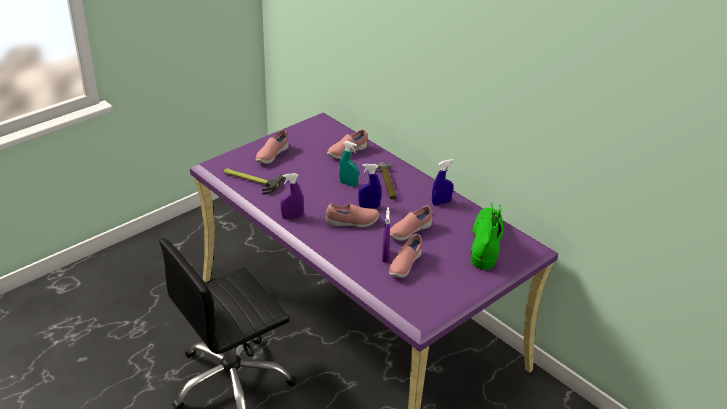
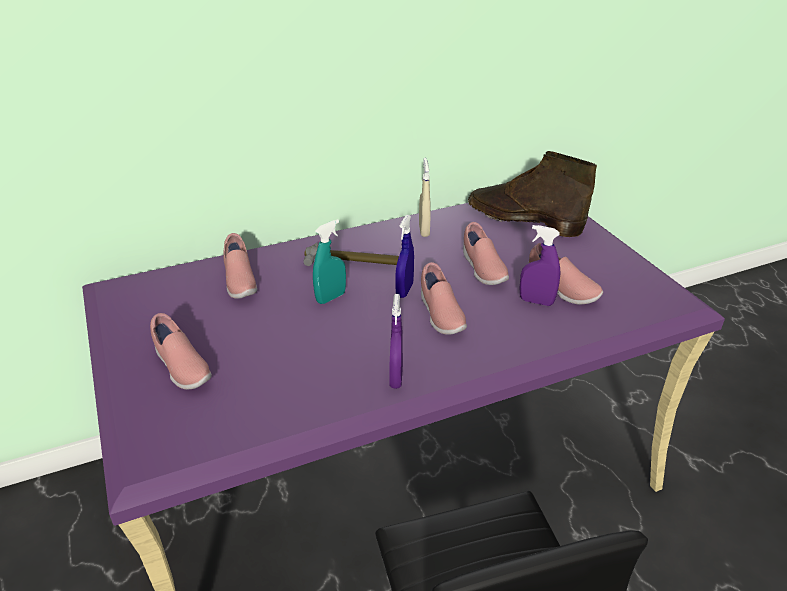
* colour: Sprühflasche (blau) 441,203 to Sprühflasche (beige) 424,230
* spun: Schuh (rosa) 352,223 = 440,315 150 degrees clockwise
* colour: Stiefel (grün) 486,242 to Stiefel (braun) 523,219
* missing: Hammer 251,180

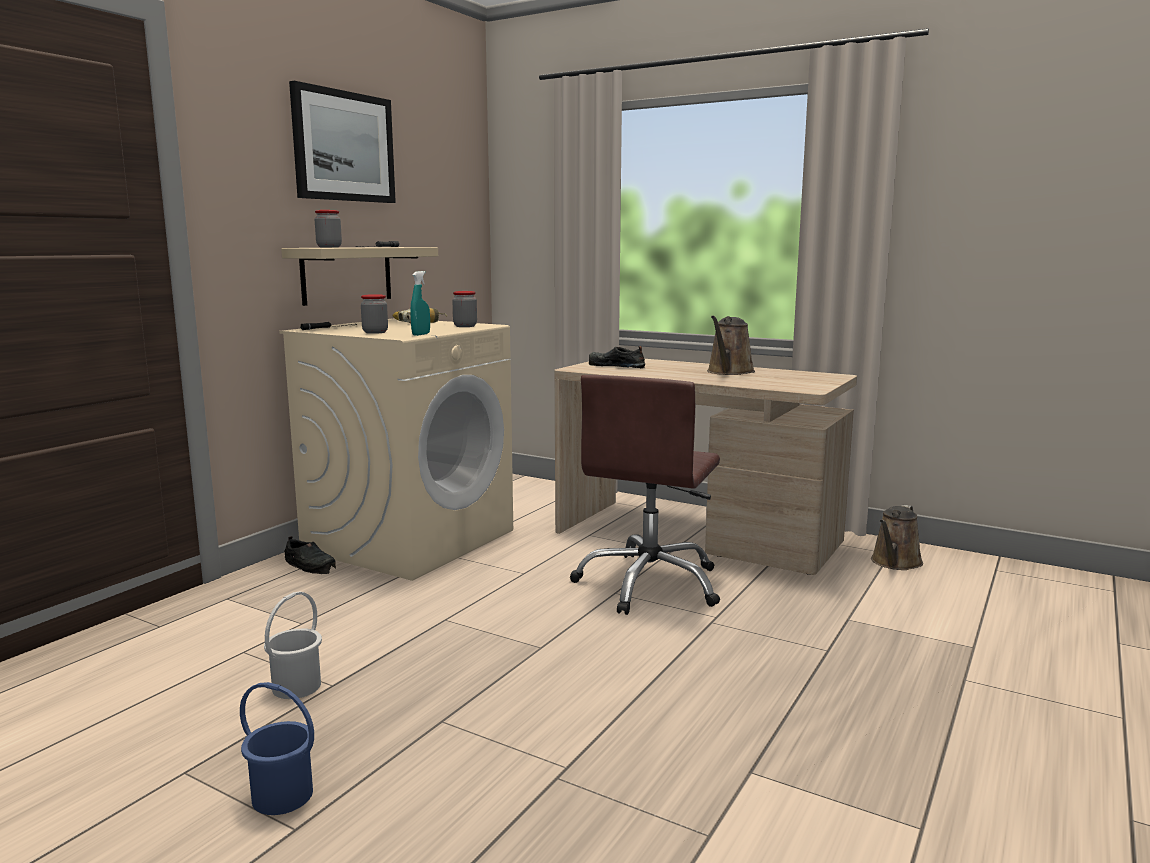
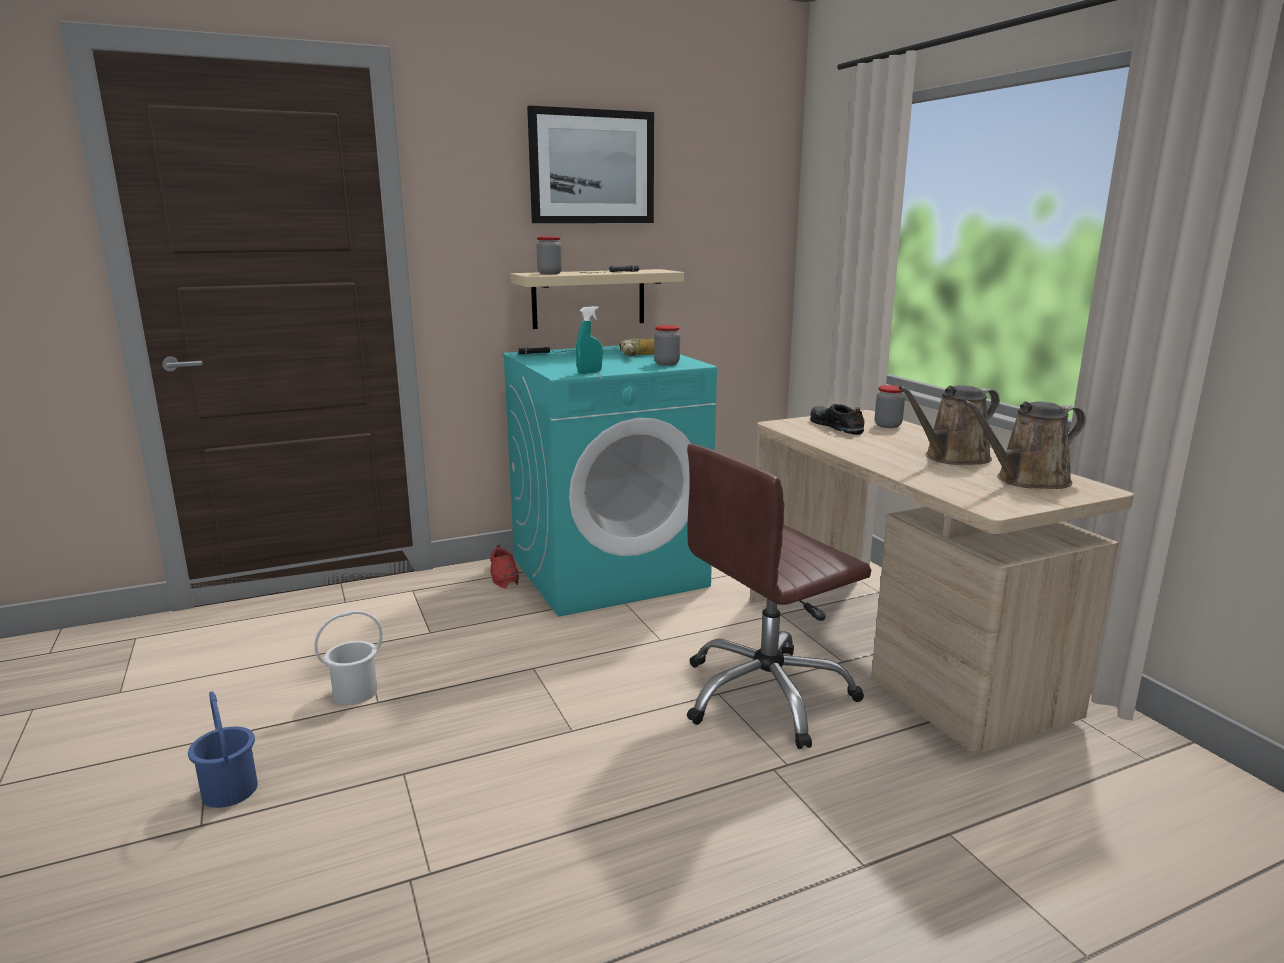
* colour: Schuh (schwarz) 310,565 to Schuh (rot) 504,575
* colour: Waschmaschine (beige) 410,540 to Waschmaschine (türkis) 609,571
* relocated: Vorratsglas 375,332 to 888,425
* relocated: Gießkanne (braun) 895,563 to 1027,480

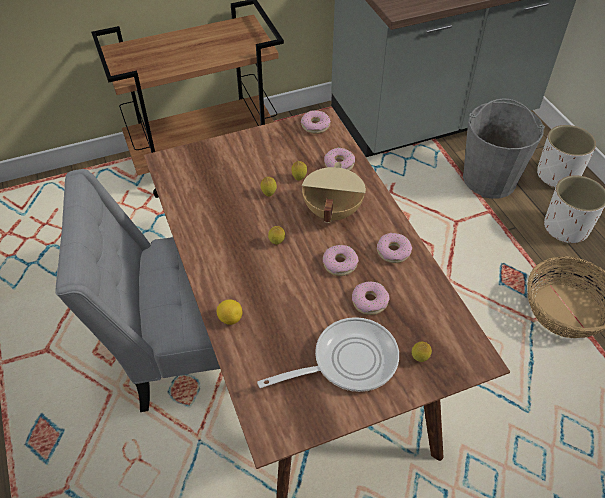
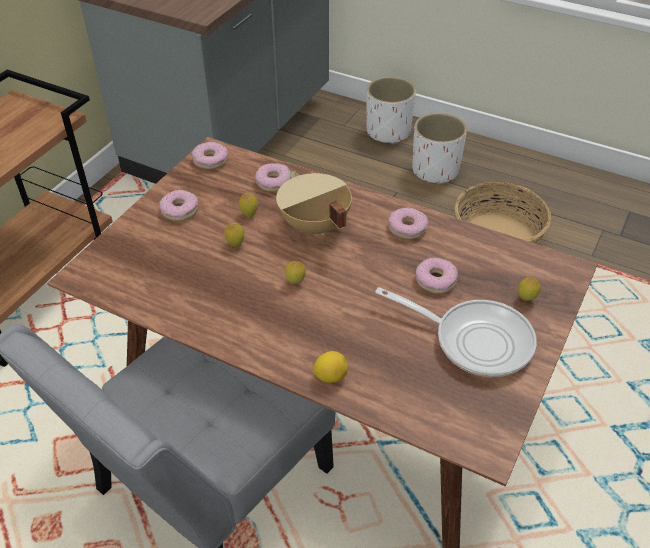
* relocated: Donut 340,264 to 180,210
* spun: Pfanne 348,361 = 475,340 90 degrees clockwise
* missing: Eimer (grau) 489,179

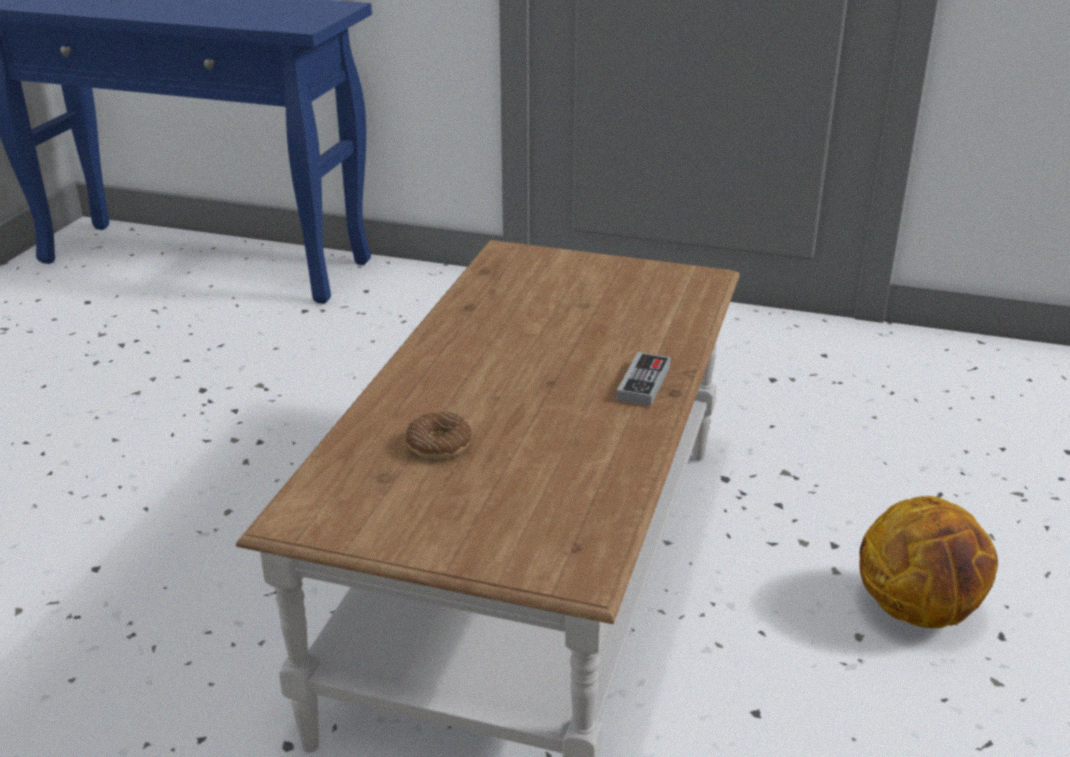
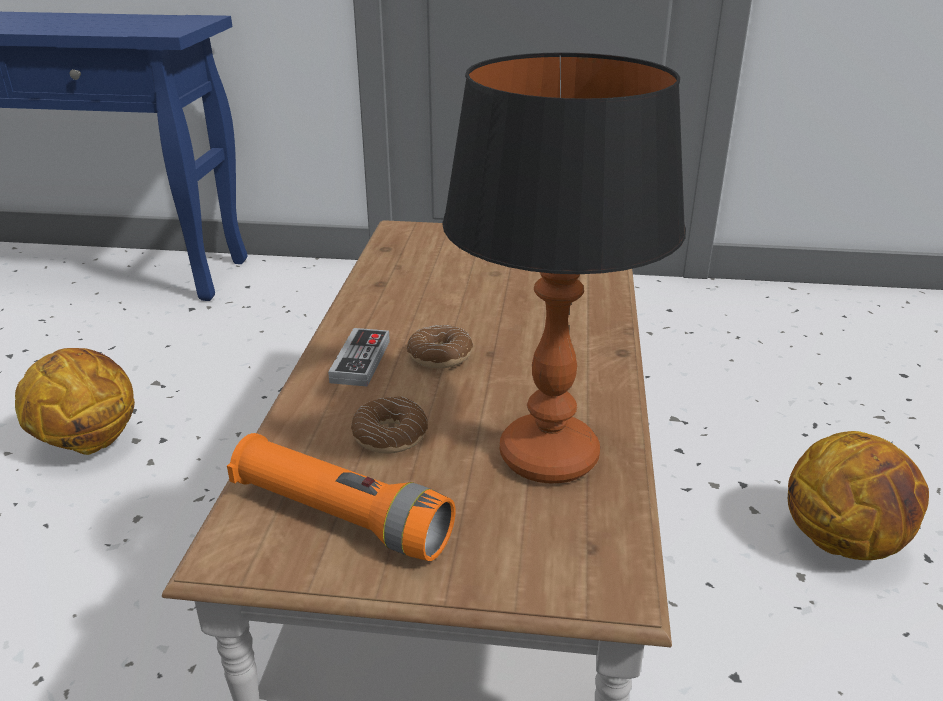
* appeared: Basketball 88,442
* appeared: Taschenlampe (orange) 341,517
* relocated: Gamepad 643,383 to 360,361
* appeared: Donut 440,356
* appeared: Tischlampe 548,456

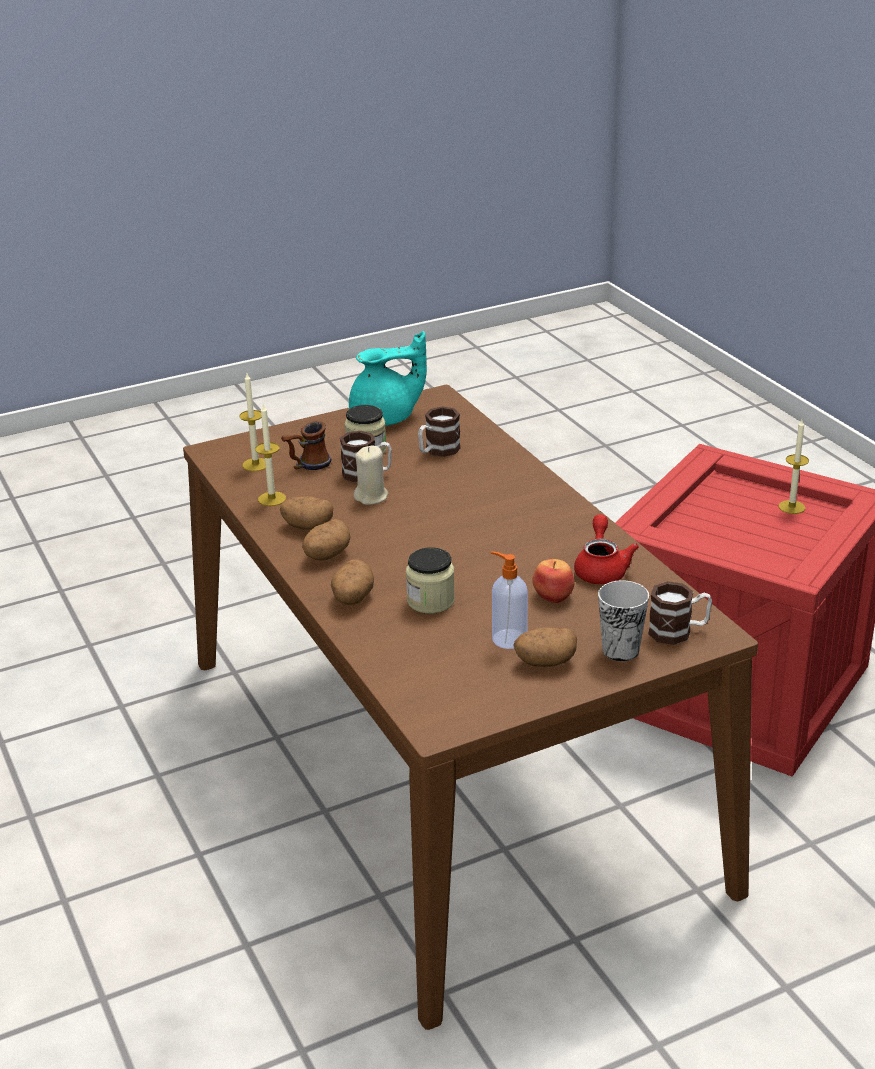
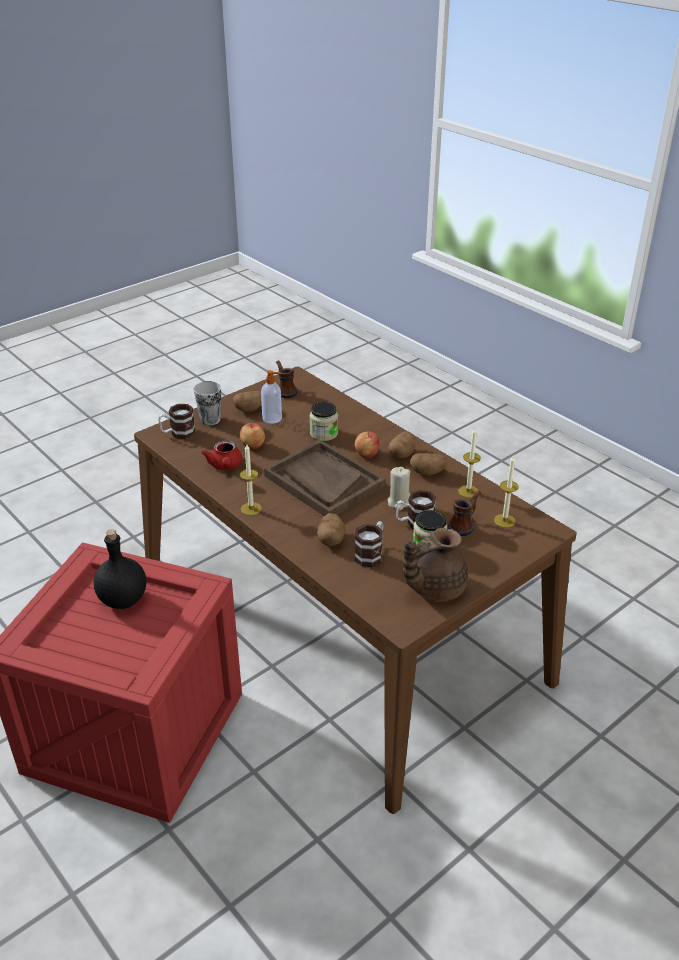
* appeared: Flasche (schwarz) 124,599
* relocated: Kerze 791,507 to 251,508
* appeared: Tablett (braun) 323,481
* appeared: Henkelbecher 284,390
* relocated: Kartoffel 352,598 to 331,539
* appeared: Apfel 366,454
* colour: Teekanne (türkis) 386,418 to Teekanne (braun) 434,588

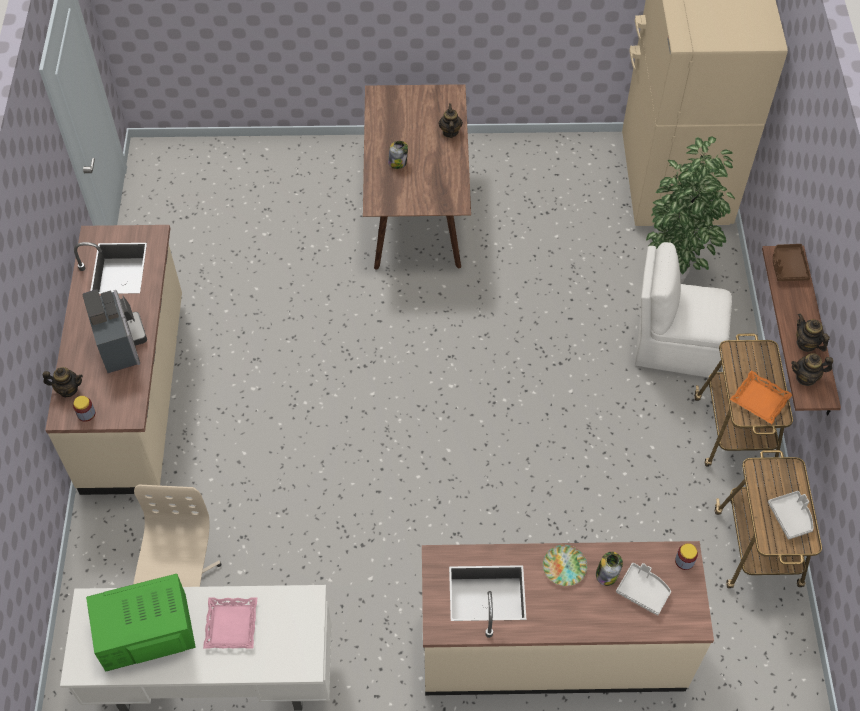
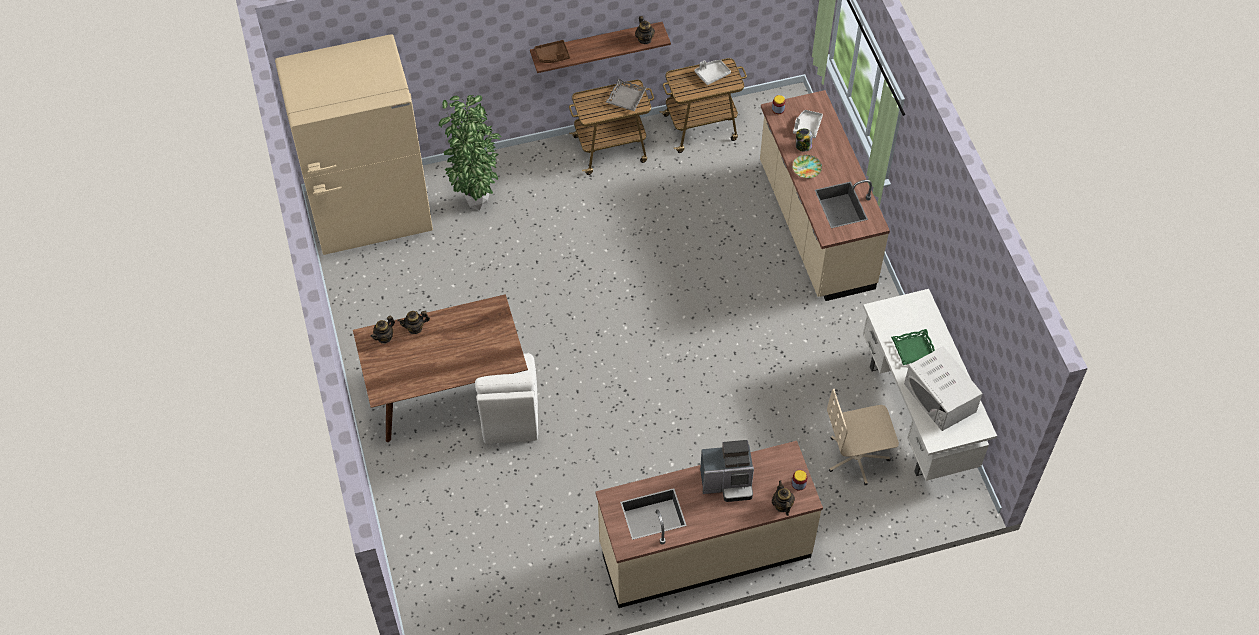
* relocated: Teekanne 806,344 to 384,337
* relocated: Stuhl (weiß) 674,346 to 509,414
* colour: Tablett (orange) 760,400 to Tablett (grau) 626,97
* spun: Kaffeemaschine 121,344 = 728,483 150 degrees counterclockwise
* colour: Tablett (rosa) 231,625 to Tablett (grün) 914,350
* colour: Mikrowelle (grün) 145,632 to Mikrowelle (weiß) 940,398
* missing: Vorratsglas 398,162

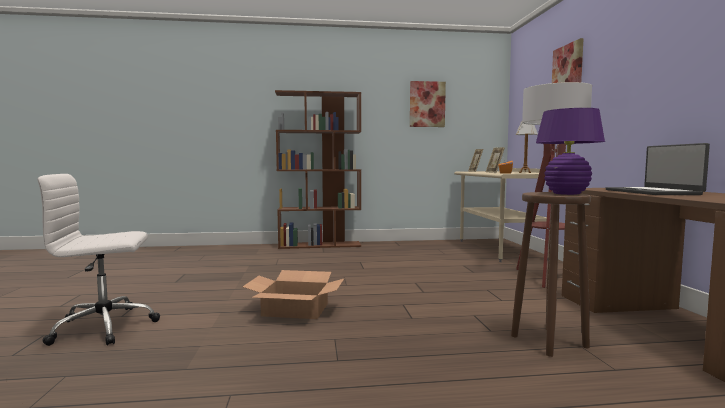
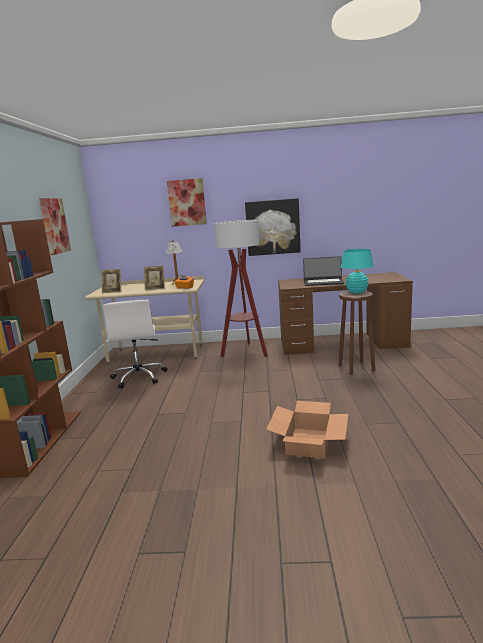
* relocated: Bürostuhl (weiß) 106,327 to 139,377
* appeared: Bild 273,227
* colour: Tischlampe (lila) 566,193 to Tischlampe (türkis) 356,292

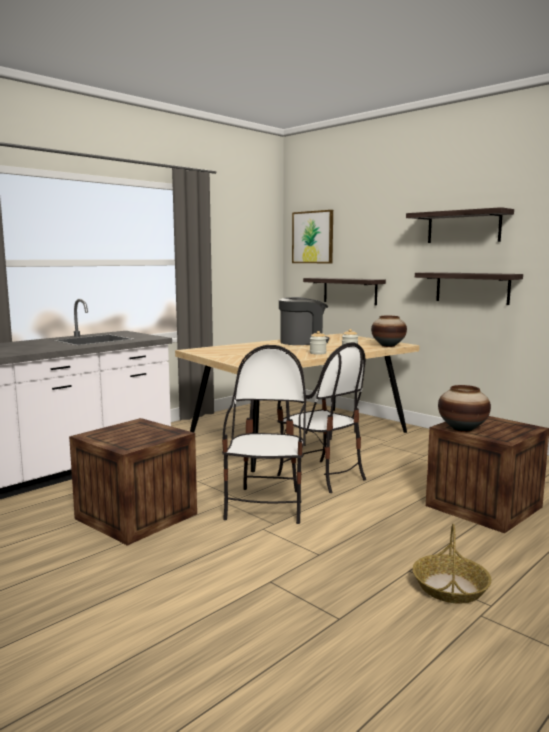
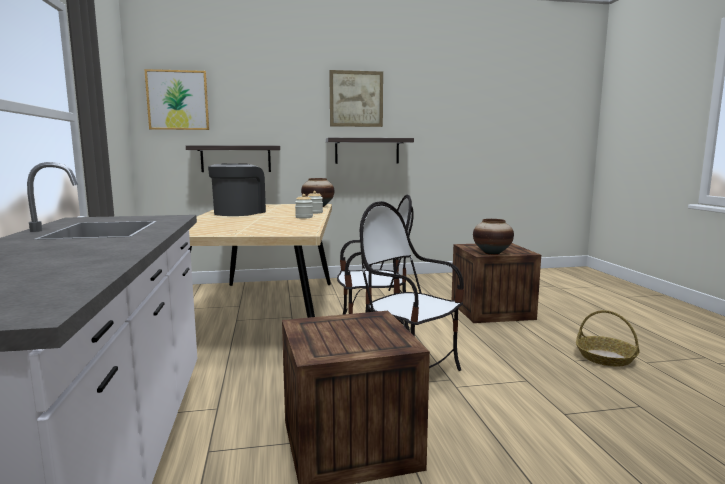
* exchanged: Wandregal 463,227 to Bild 356,99

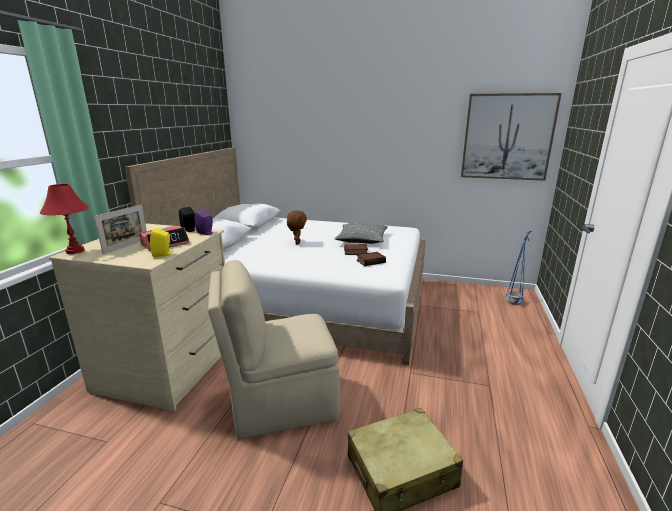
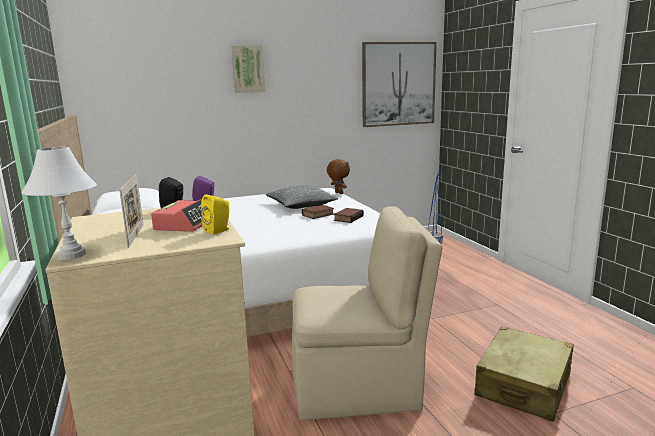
* colour: Tischlampe (rot) 75,251 to Tischlampe (weiß) 71,255
* appeared: Bild 248,69
* spun: Stuhl (beige) 280,403 = 359,388 135 degrees counterclockwise
* relocated: Plüschtier (braun) 297,243 to 338,193

